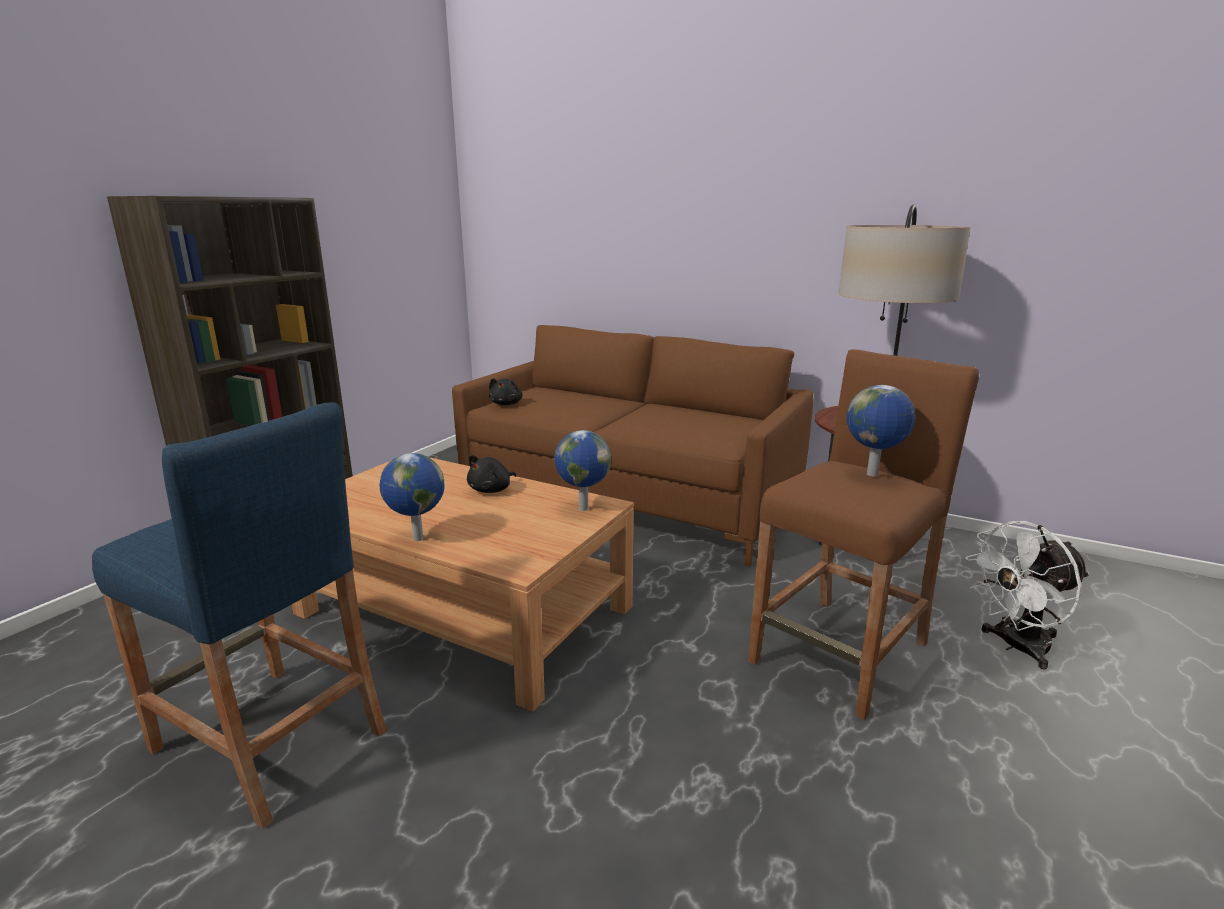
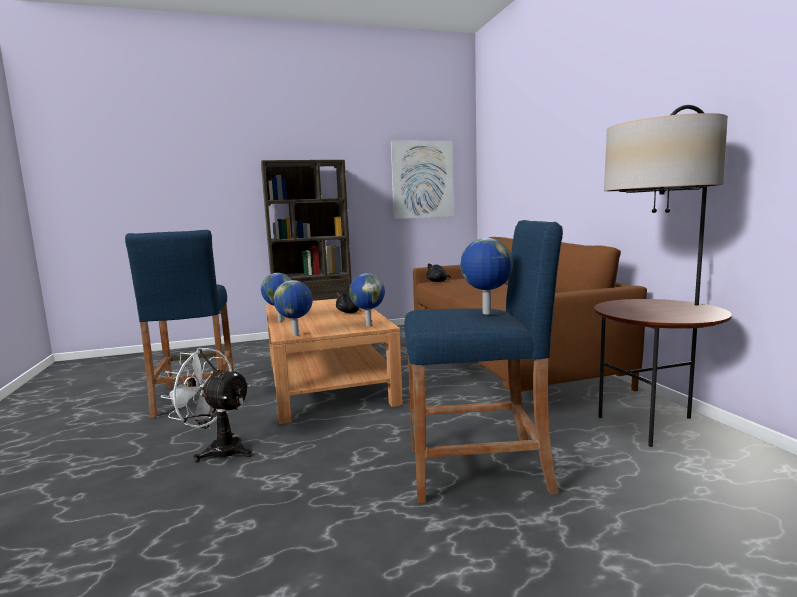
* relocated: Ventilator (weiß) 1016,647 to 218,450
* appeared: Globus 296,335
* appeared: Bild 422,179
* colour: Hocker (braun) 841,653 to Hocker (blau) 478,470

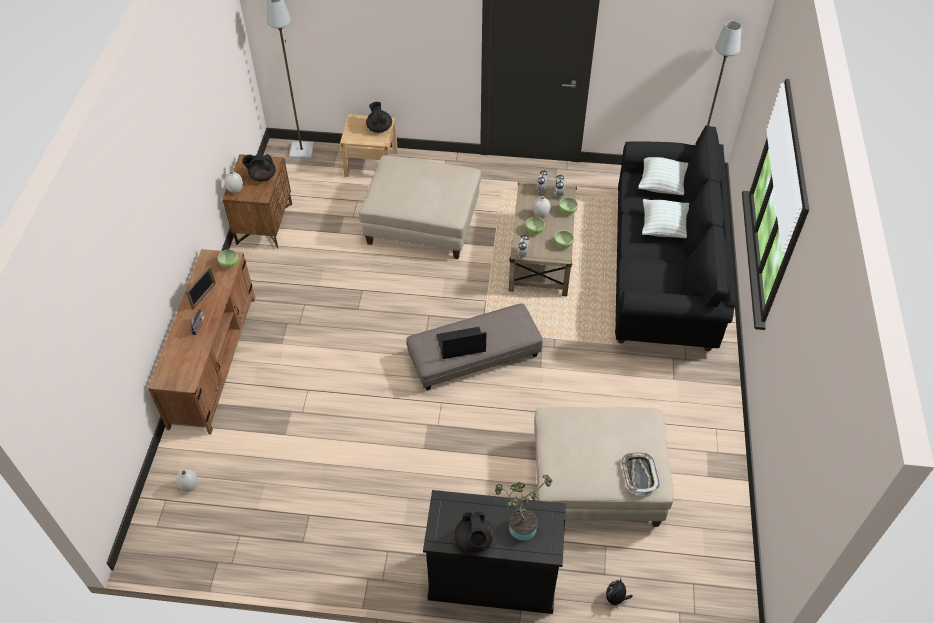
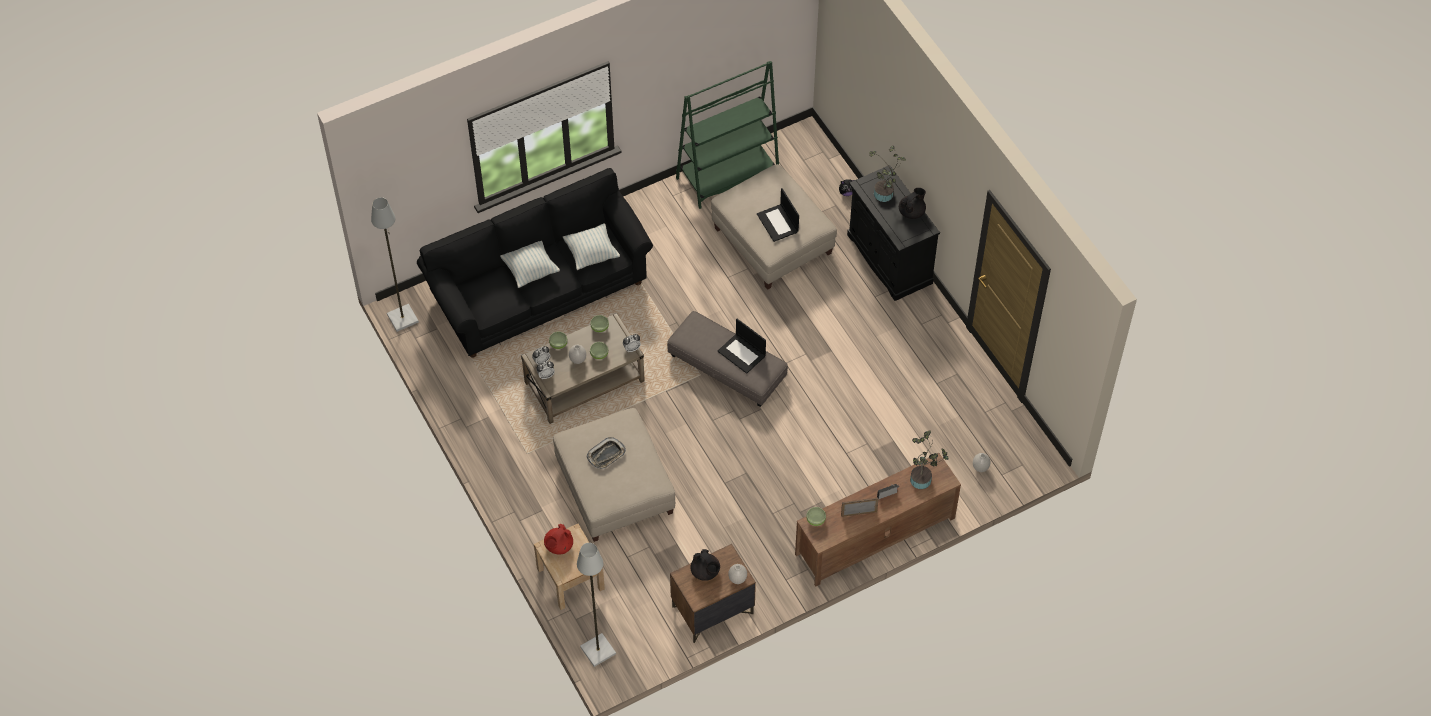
* colour: Teekanne (schwarz) 379,128 to Teekanne (rot) 558,546
* relocated: Kissen 661,185 to 591,254
* relocated: Tablett 639,474 to 606,455
* appeared: Bücherregal (grün) 728,176
* appeared: Laptop 778,223
* appeared: Topfpflanze 923,479

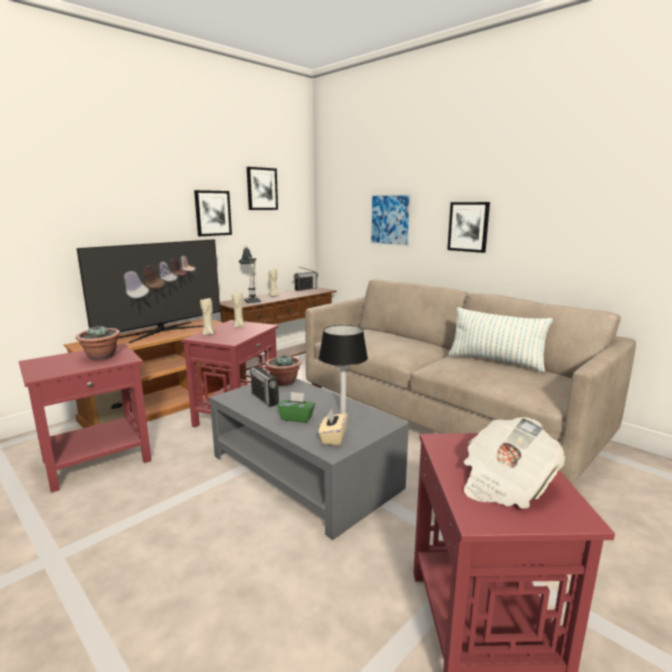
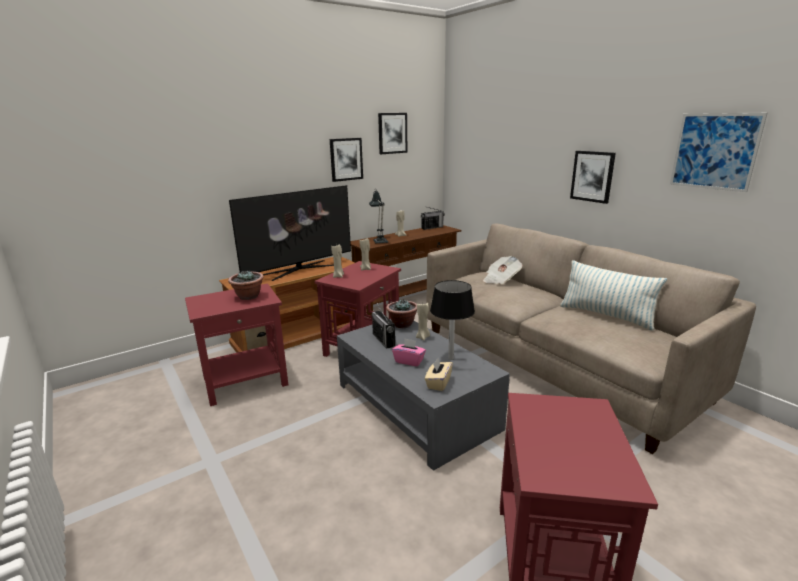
* colour: Taschentuchbox (grün) 297,418 to Taschentuchbox (rosa) 409,361
* appeared: Kerze (beige) 423,337
* relocated: Zeitung 505,483 to 500,279
* relocated: Bild 390,220 to 714,151

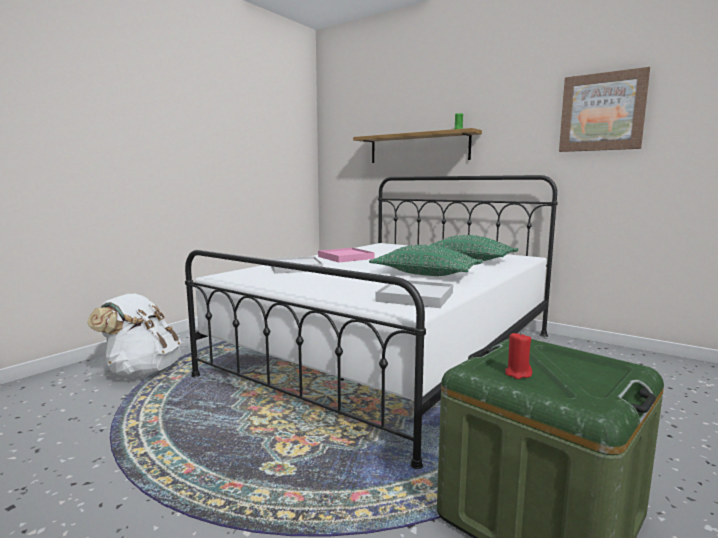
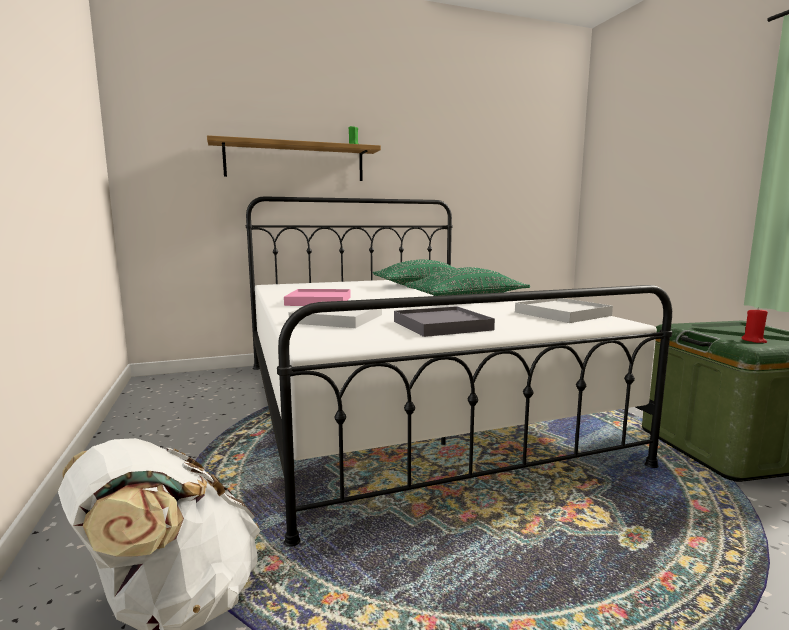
* appeared: Tablett (grau) 442,325
* missing: Bild 602,112

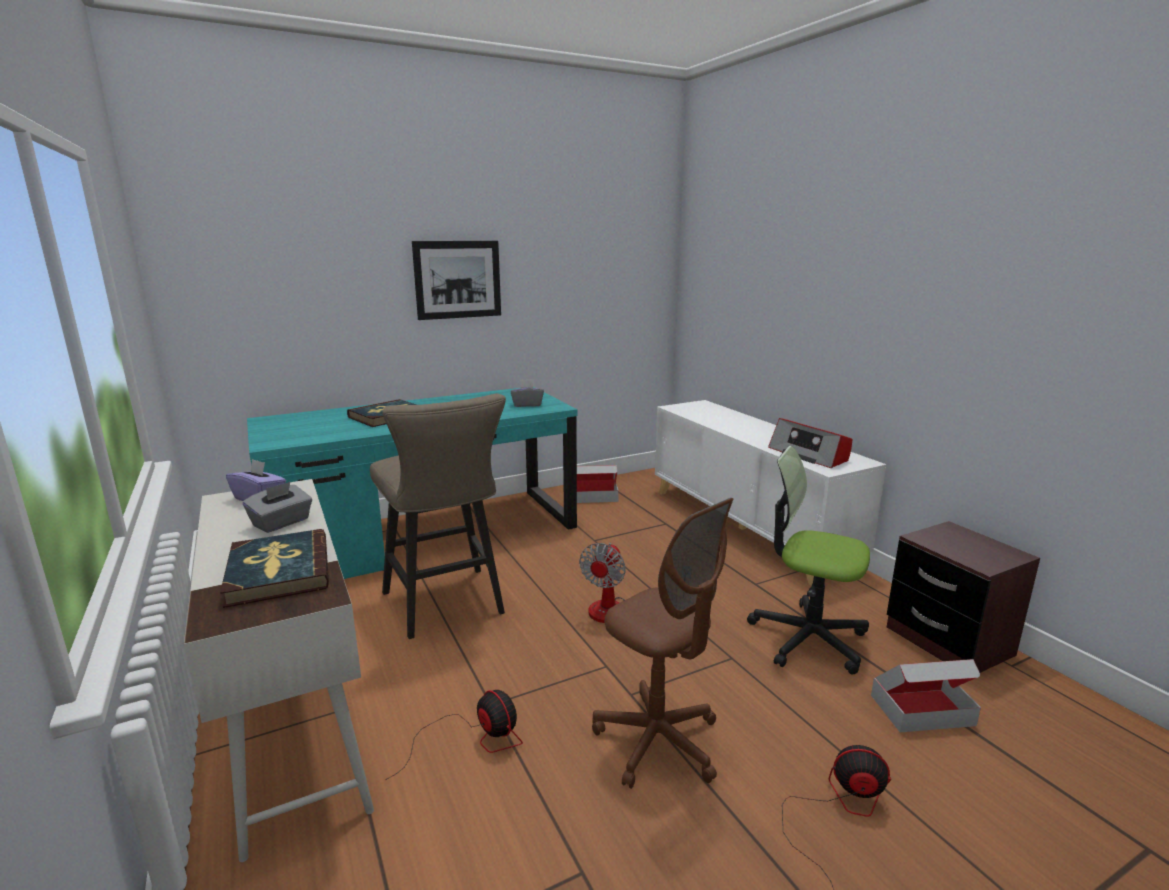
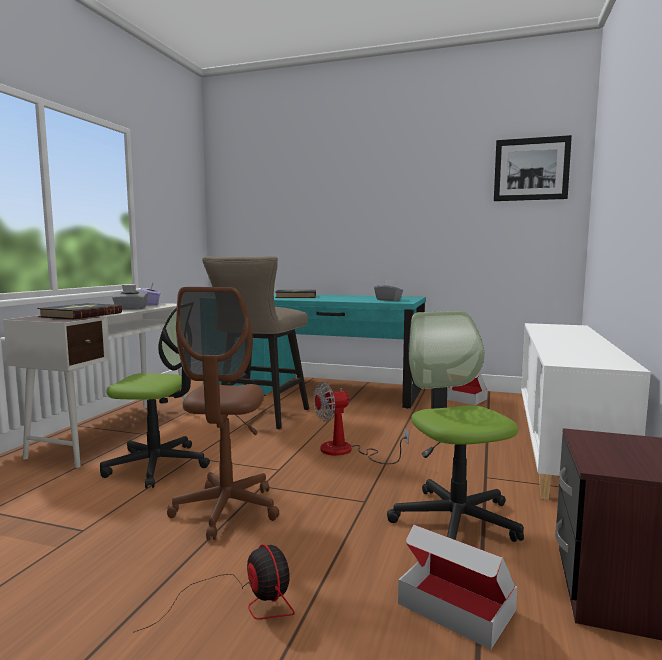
* exchanged: Ventilator 473,739 to Bürostuhl 157,465
* relocated: Bild 458,279 to 531,169
* missing: Radio 809,455

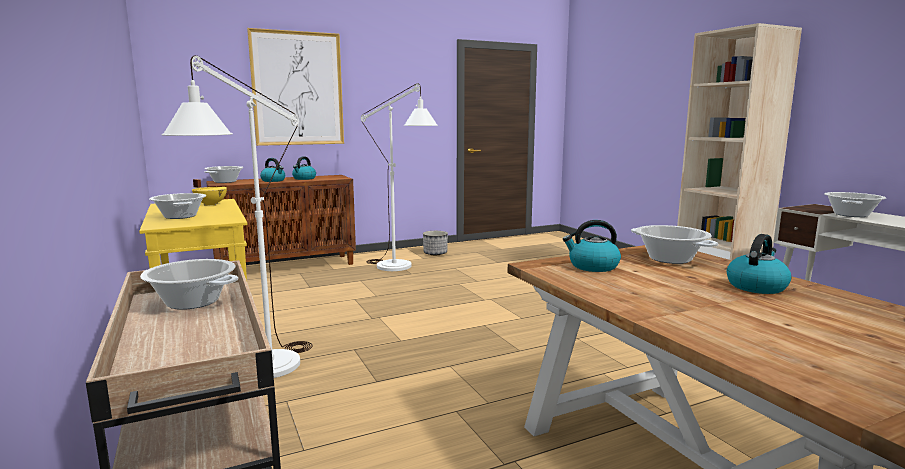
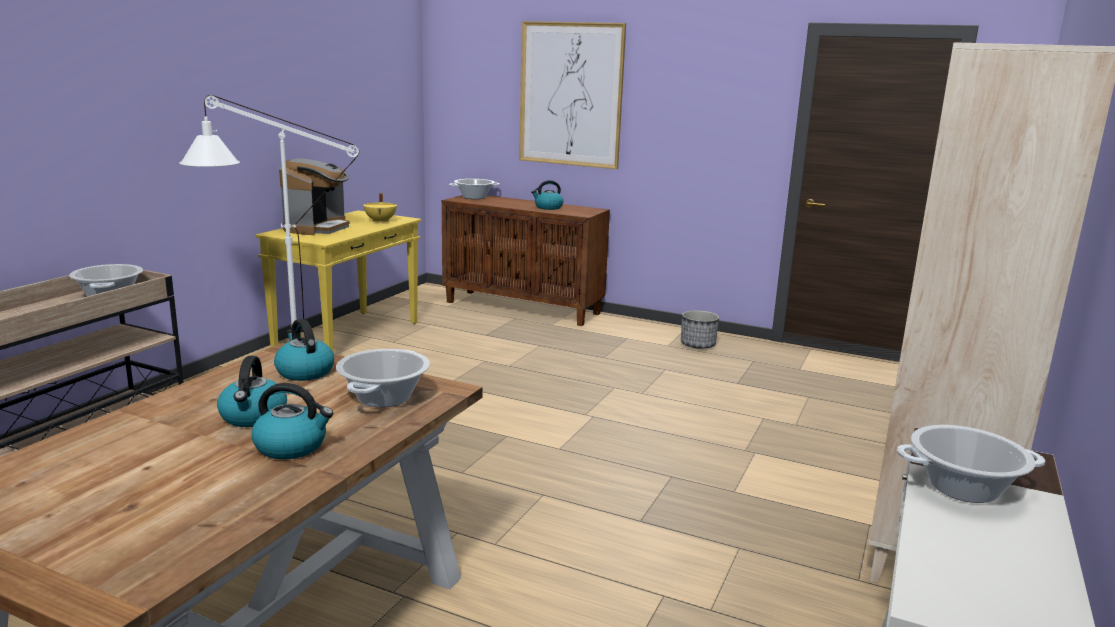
* relocated: Wasserkessel 273,180 to 253,417
* exchanged: Kochtopf 180,216 to Kaffeemaschine 317,228
* missing: Stehlampe (weiß) 401,268

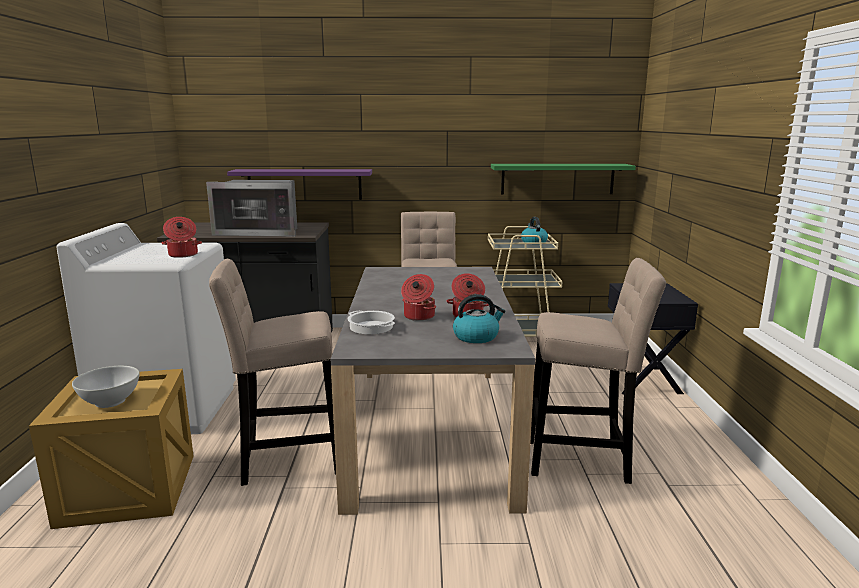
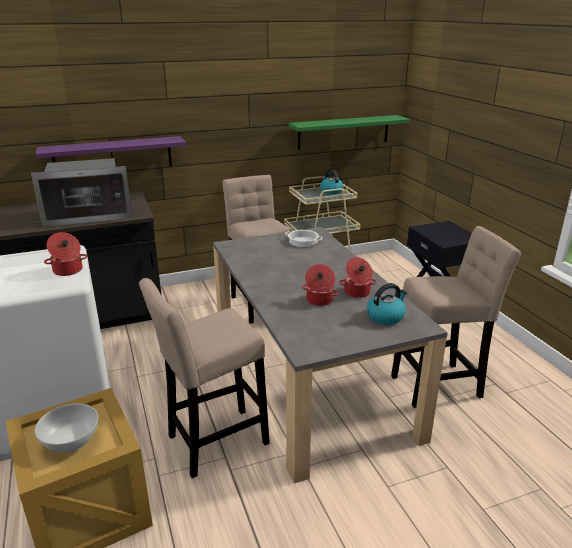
* relocated: Kochtopf 370,327 to 303,241

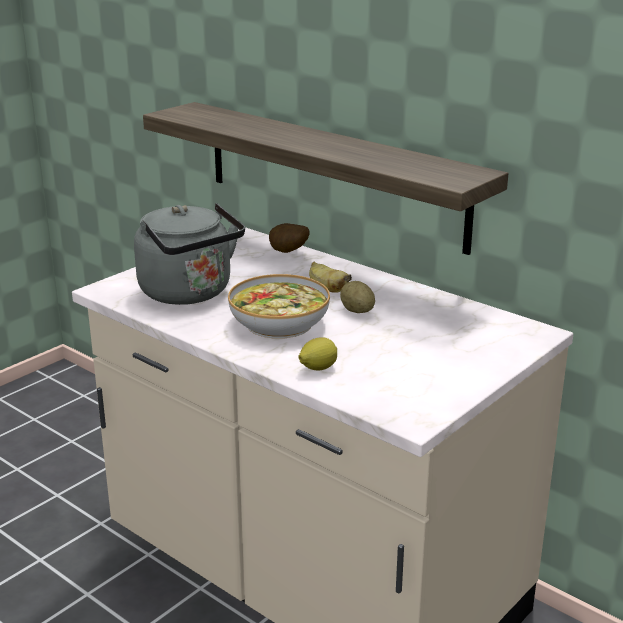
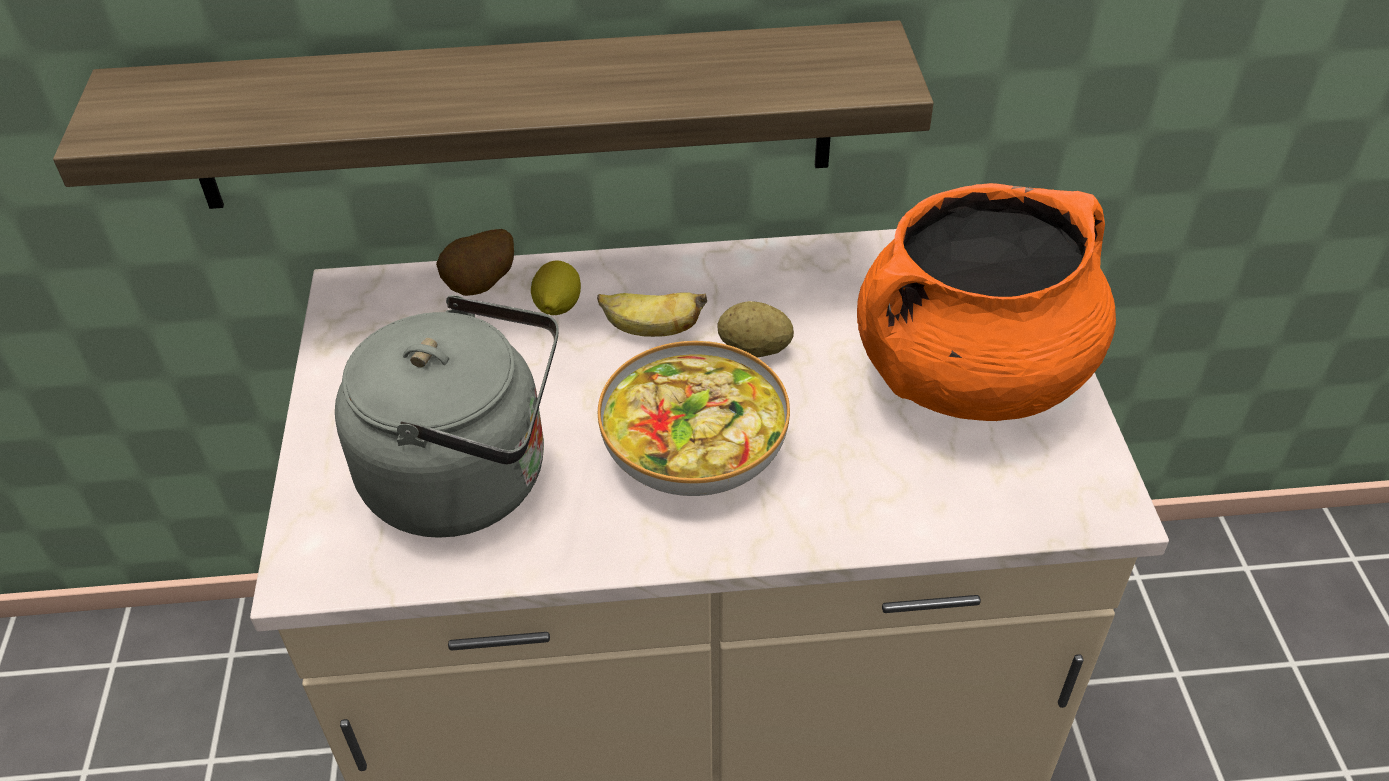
* relocated: Zitrone 318,368 to 557,307
* appeared: Kochtopf (orange) 970,374

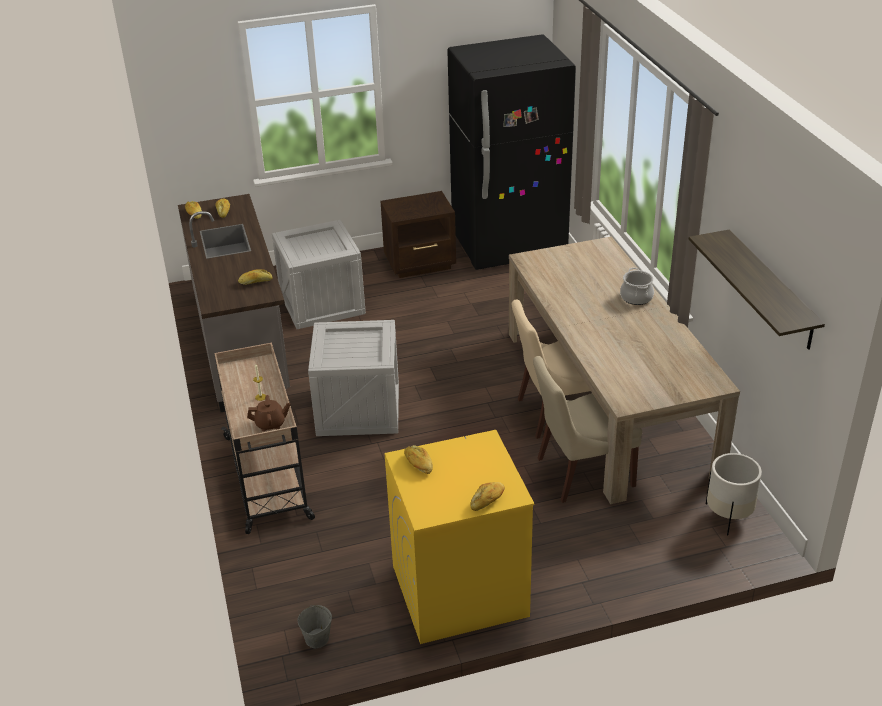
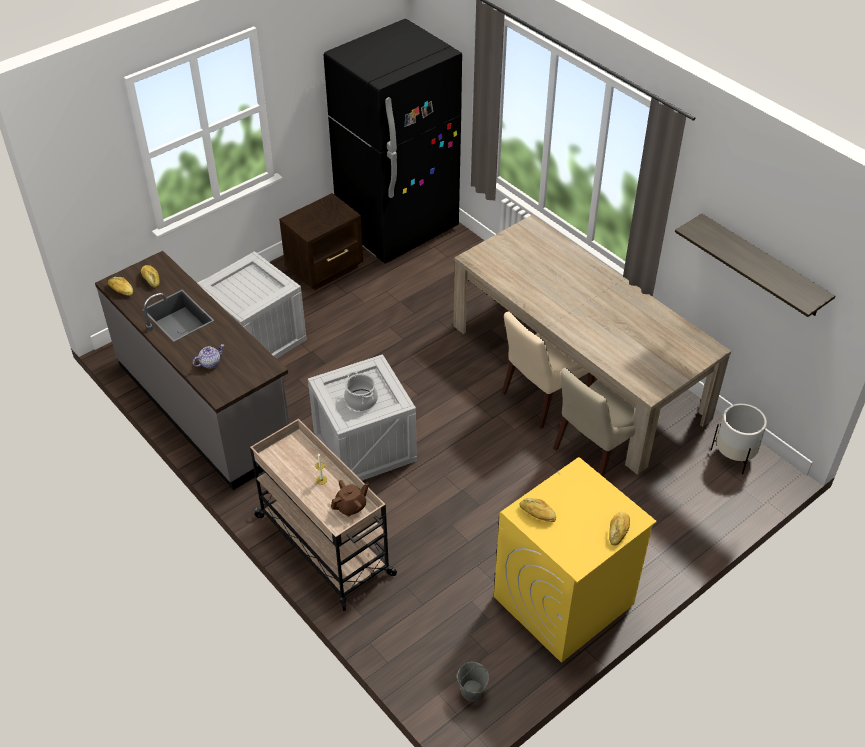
* appeared: Teekanne 210,363
* relocated: Kochtopf 636,297 to 361,400
* missing: Brot 255,282

